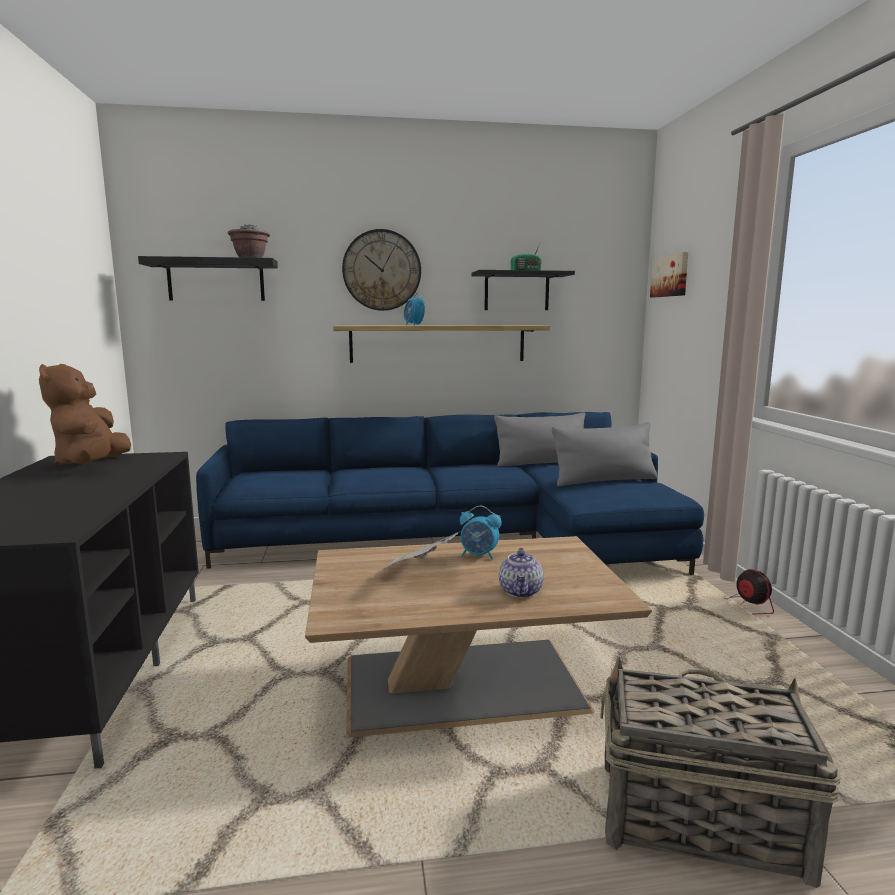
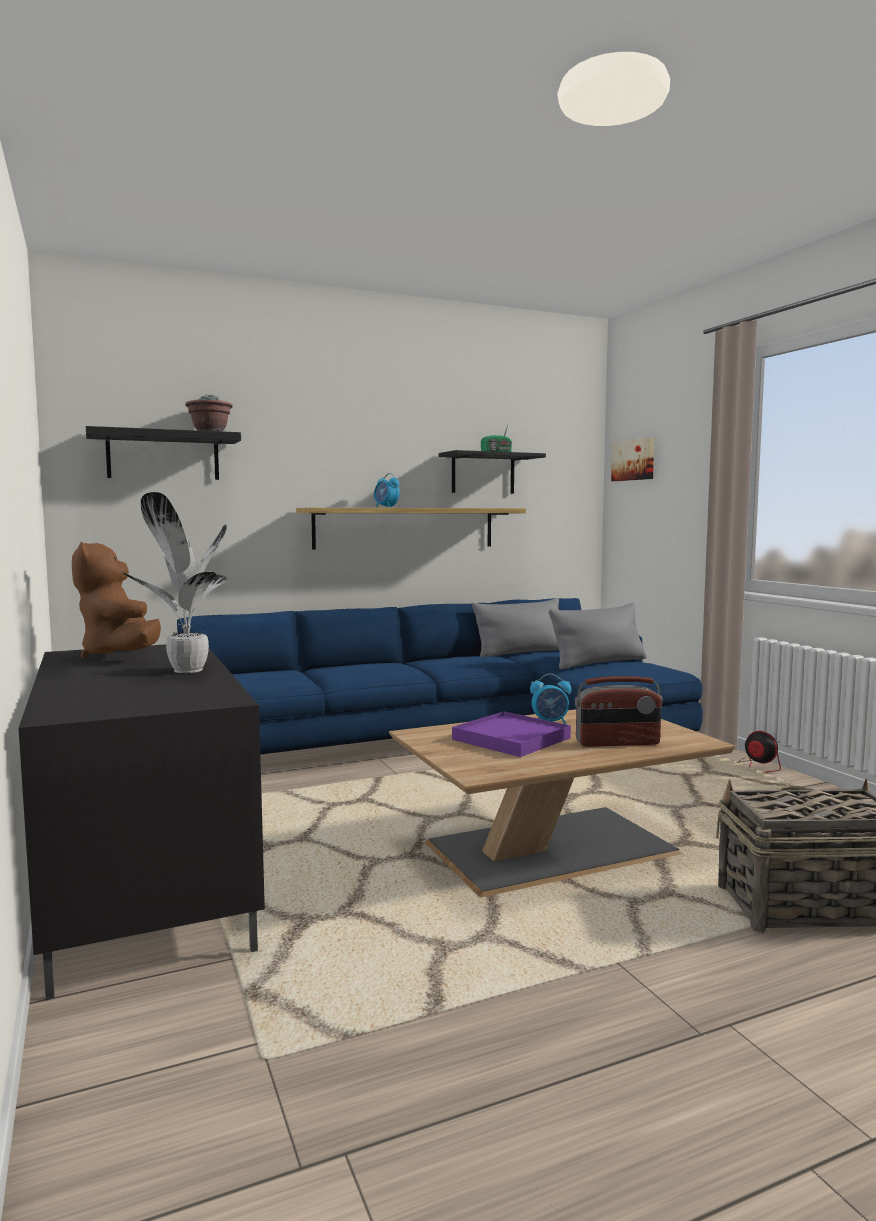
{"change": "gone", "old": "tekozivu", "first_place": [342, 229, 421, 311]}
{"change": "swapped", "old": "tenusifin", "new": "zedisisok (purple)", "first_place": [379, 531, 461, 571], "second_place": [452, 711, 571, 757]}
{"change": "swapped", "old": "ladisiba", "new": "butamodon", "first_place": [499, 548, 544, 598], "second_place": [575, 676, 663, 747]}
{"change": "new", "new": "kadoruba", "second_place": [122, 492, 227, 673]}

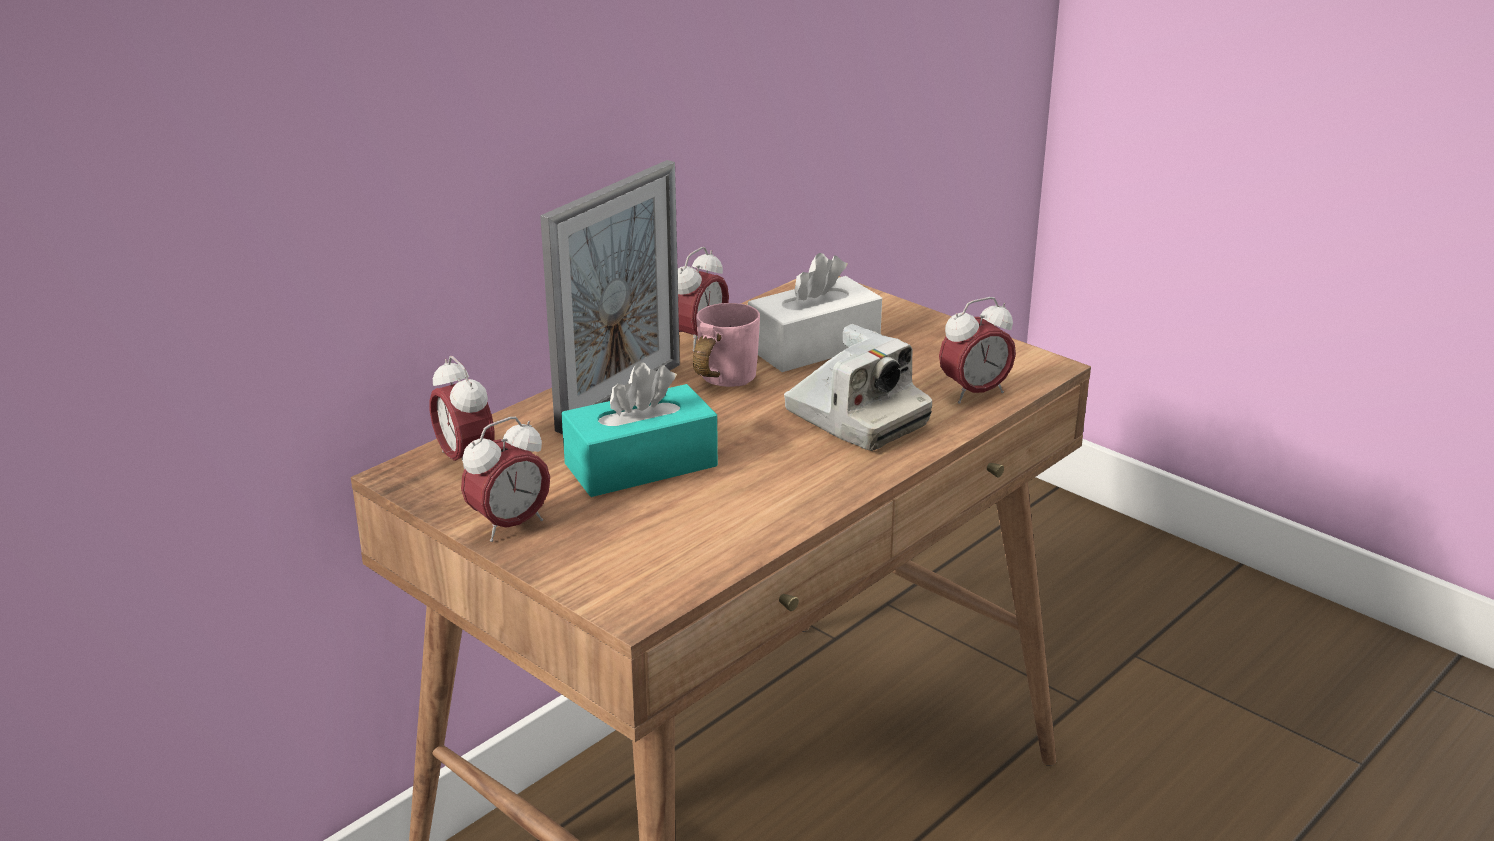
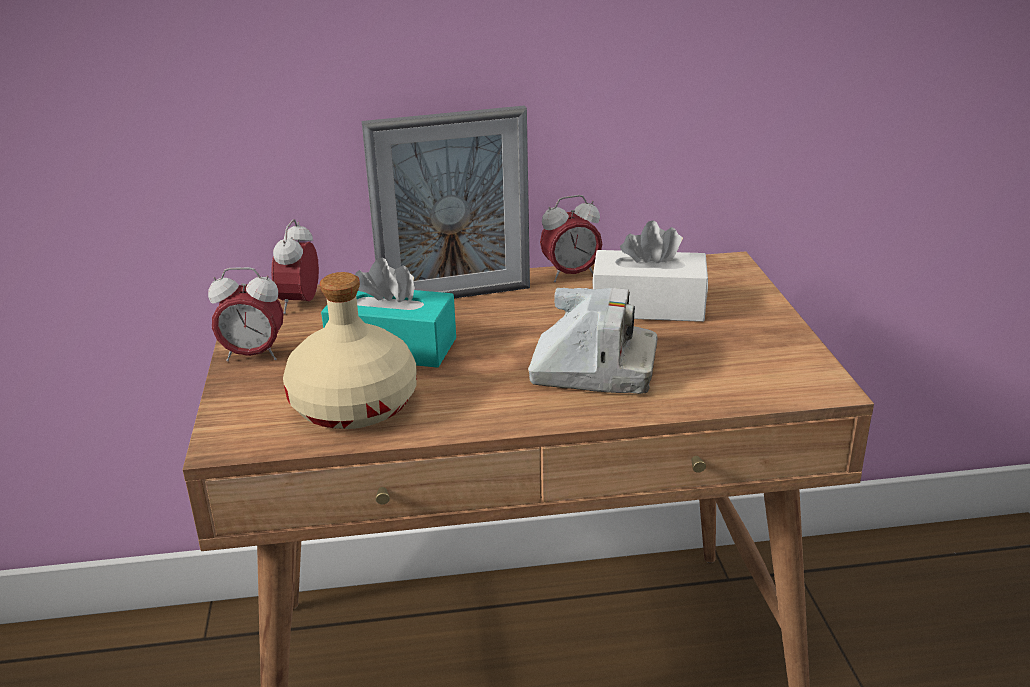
{"change": "gone", "old": "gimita", "first_place": [939, 297, 1016, 404]}
{"change": "gone", "old": "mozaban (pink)", "first_place": [693, 303, 760, 387]}
{"change": "rotated", "old": "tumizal", "first_place": [784, 324, 932, 451], "second_place": [528, 287, 658, 394], "degrees": -75}
{"change": "new", "new": "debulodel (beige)", "second_place": [283, 272, 417, 429]}

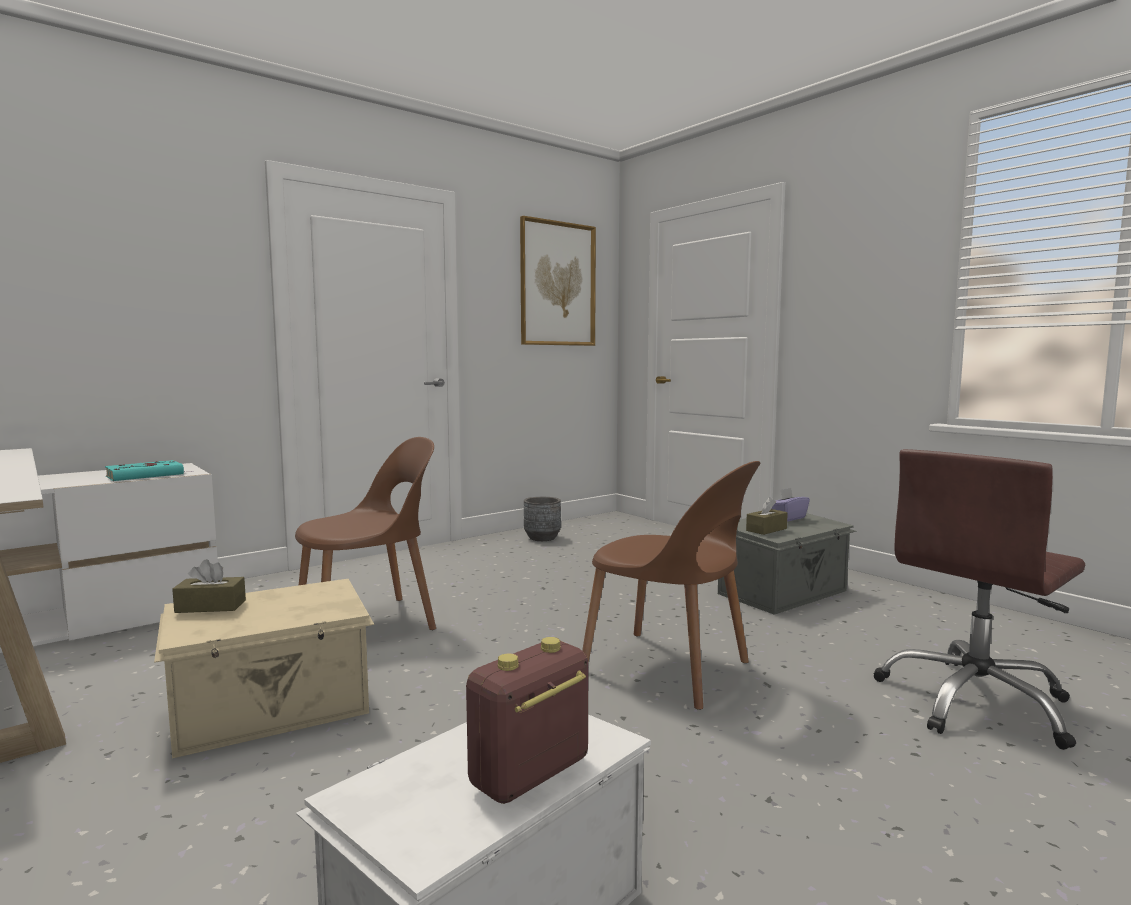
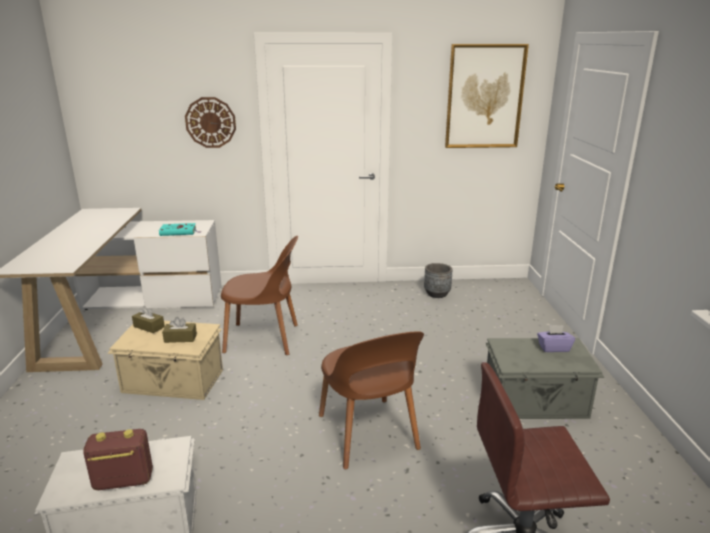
{"change": "shifted", "old": "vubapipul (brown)", "first_place": [746, 497, 788, 535], "second_place": [162, 317, 197, 343]}
{"change": "new", "new": "tekozivu", "second_place": [185, 97, 236, 148]}

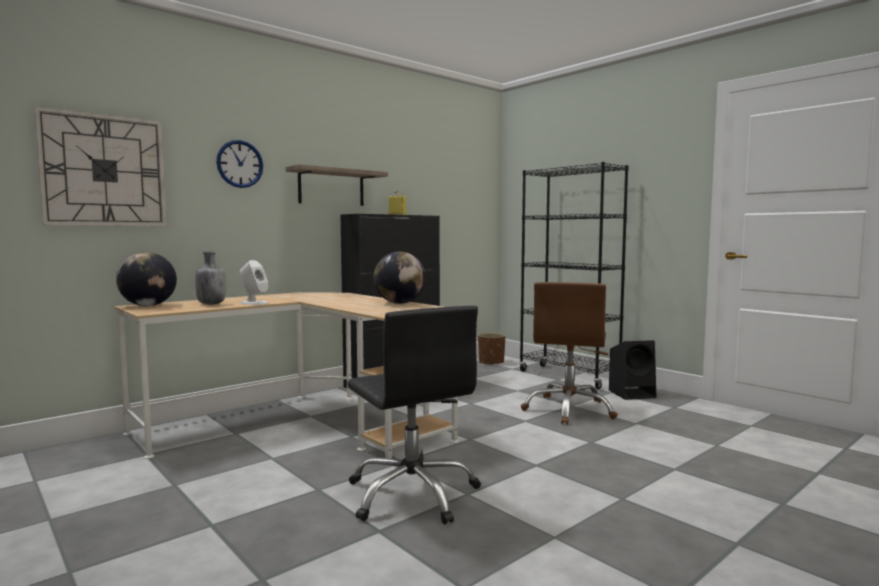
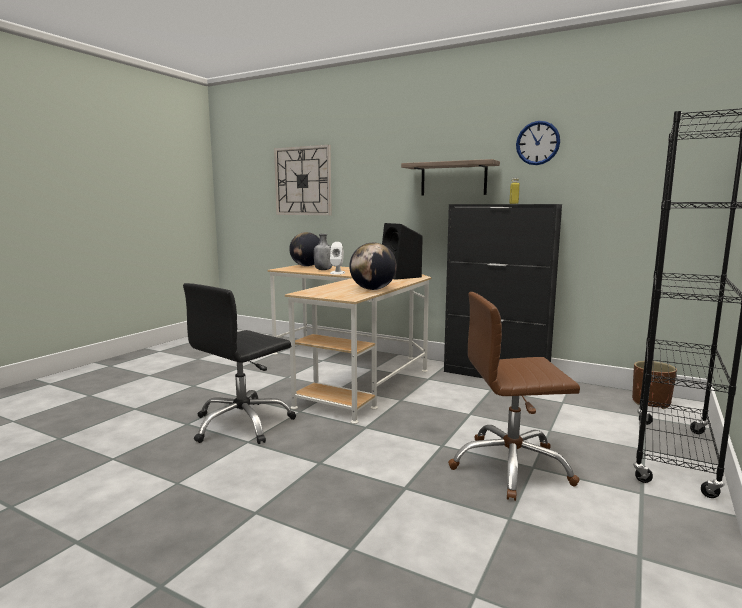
{"change": "shifted", "old": "tekozivu", "first_place": [216, 140, 263, 188], "second_place": [516, 121, 560, 165]}
{"change": "shifted", "old": "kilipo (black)", "first_place": [609, 340, 656, 400], "second_place": [382, 223, 423, 280]}

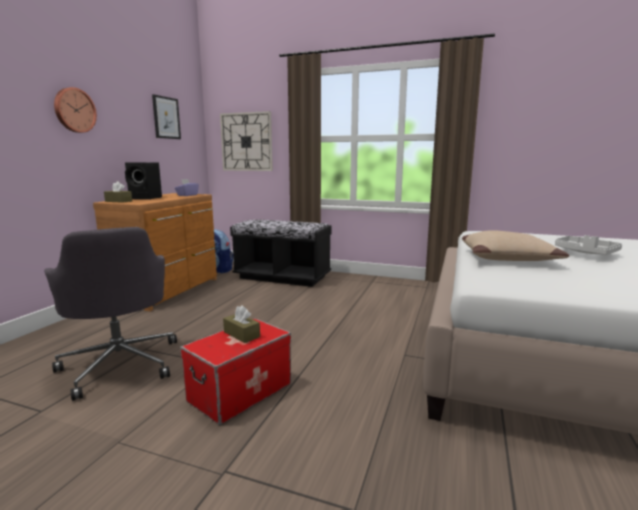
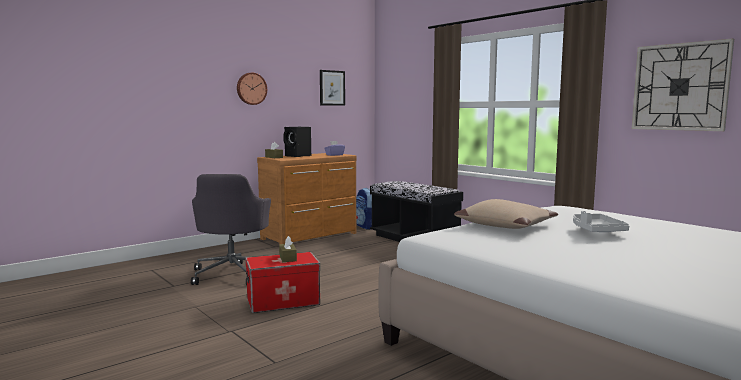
{"change": "shifted", "old": "tekozivu", "first_place": [220, 111, 273, 171], "second_place": [632, 38, 734, 131]}

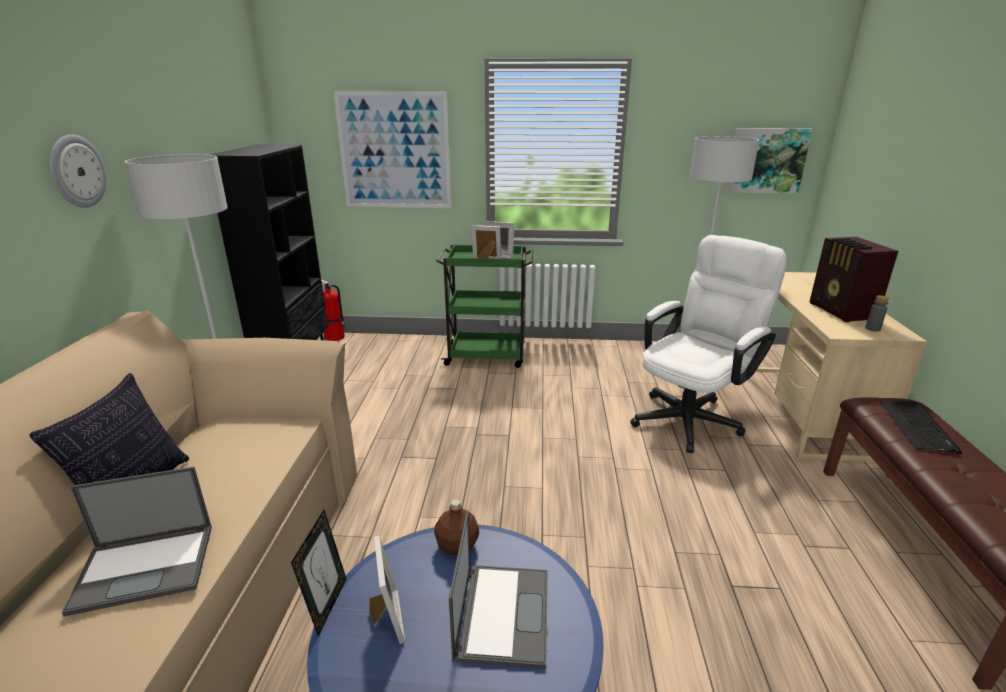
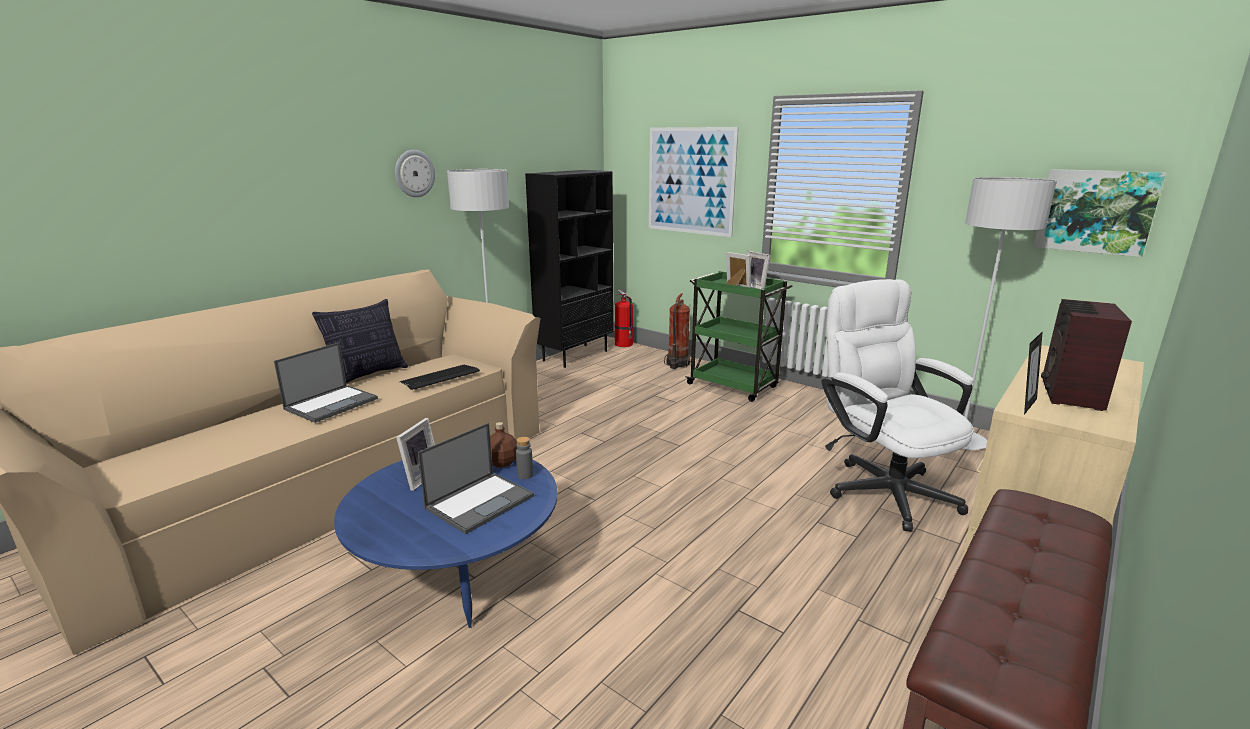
{"change": "rotated", "old": "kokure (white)", "first_place": [630, 235, 787, 453], "second_place": [822, 279, 974, 532], "degrees": -105}
{"change": "shifted", "old": "debulodel (grey)", "first_place": [865, 295, 889, 332], "second_place": [516, 437, 533, 479]}
{"change": "shifted", "old": "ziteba", "first_place": [880, 401, 962, 454], "second_place": [400, 365, 480, 390]}
{"change": "rotated", "old": "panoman", "first_place": [62, 466, 212, 617], "second_place": [274, 342, 378, 423], "degrees": -75}
{"change": "shifted", "old": "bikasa", "first_place": [291, 510, 346, 636], "second_place": [1024, 331, 1043, 415]}
{"change": "new", "new": "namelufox", "second_place": [664, 293, 691, 369]}

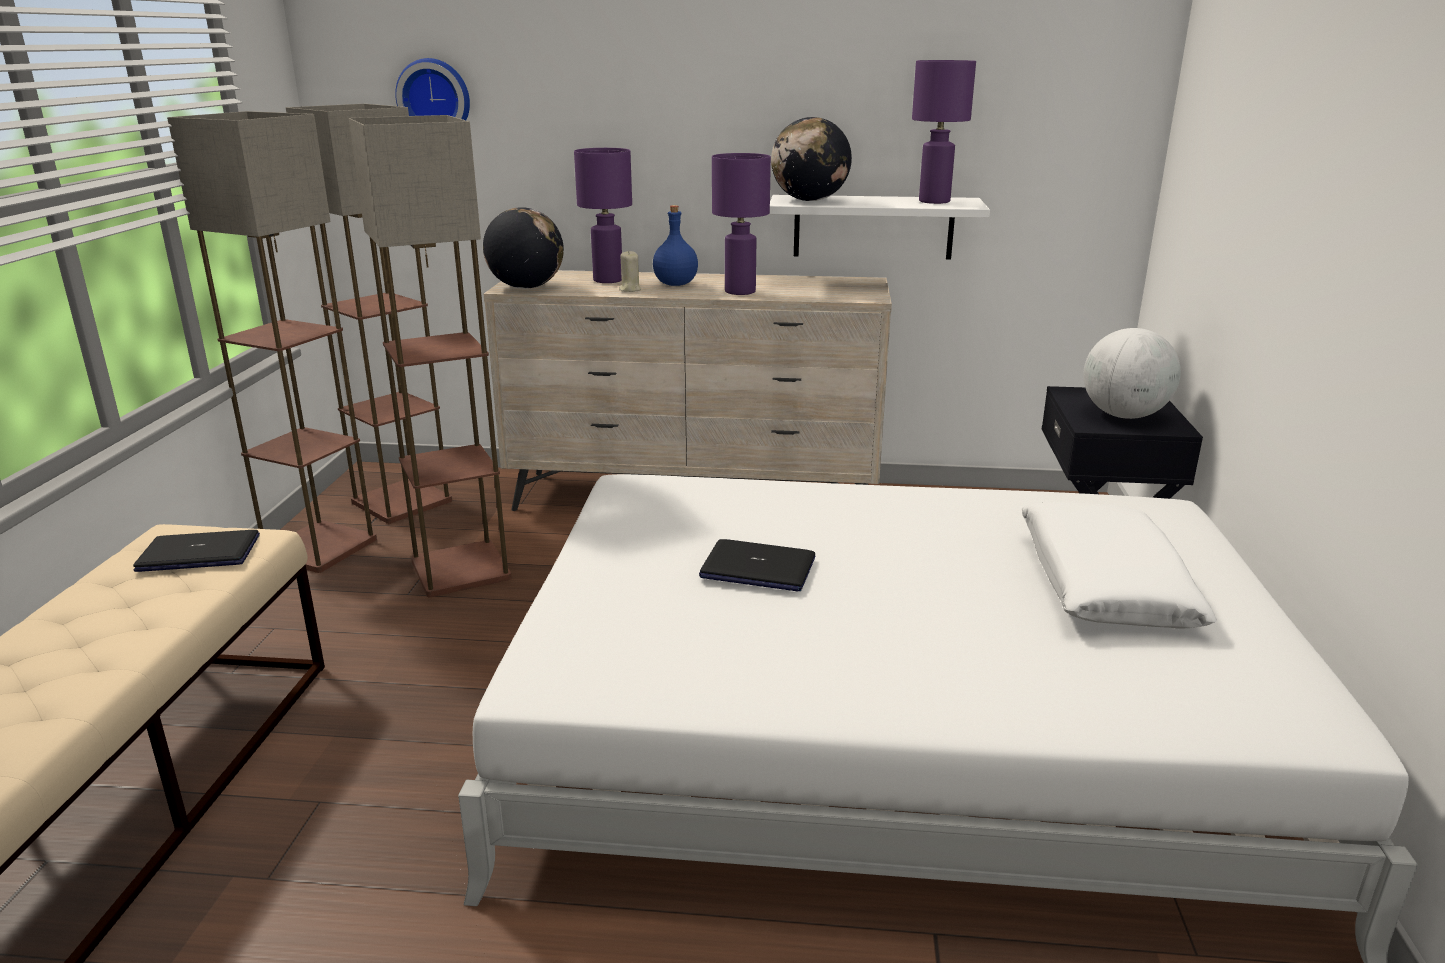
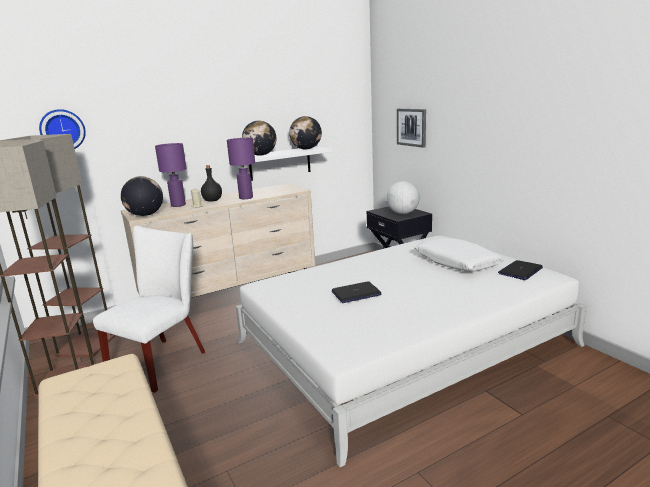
{"change": "swapped", "old": "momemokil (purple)", "new": "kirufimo", "first_place": [912, 60, 976, 204], "second_place": [289, 116, 322, 150]}
{"change": "swapped", "old": "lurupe", "new": "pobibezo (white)", "first_place": [349, 115, 512, 597], "second_place": [93, 226, 206, 393]}
{"change": "repainted", "old": "debulodel (blue)", "new": "debulodel (black)", "first_place": [653, 205, 698, 286], "second_place": [201, 165, 222, 202]}
{"change": "shifted", "old": "panoman", "first_place": [133, 530, 260, 572], "second_place": [498, 260, 543, 280]}
{"change": "new", "new": "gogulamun", "second_place": [397, 109, 426, 148]}

